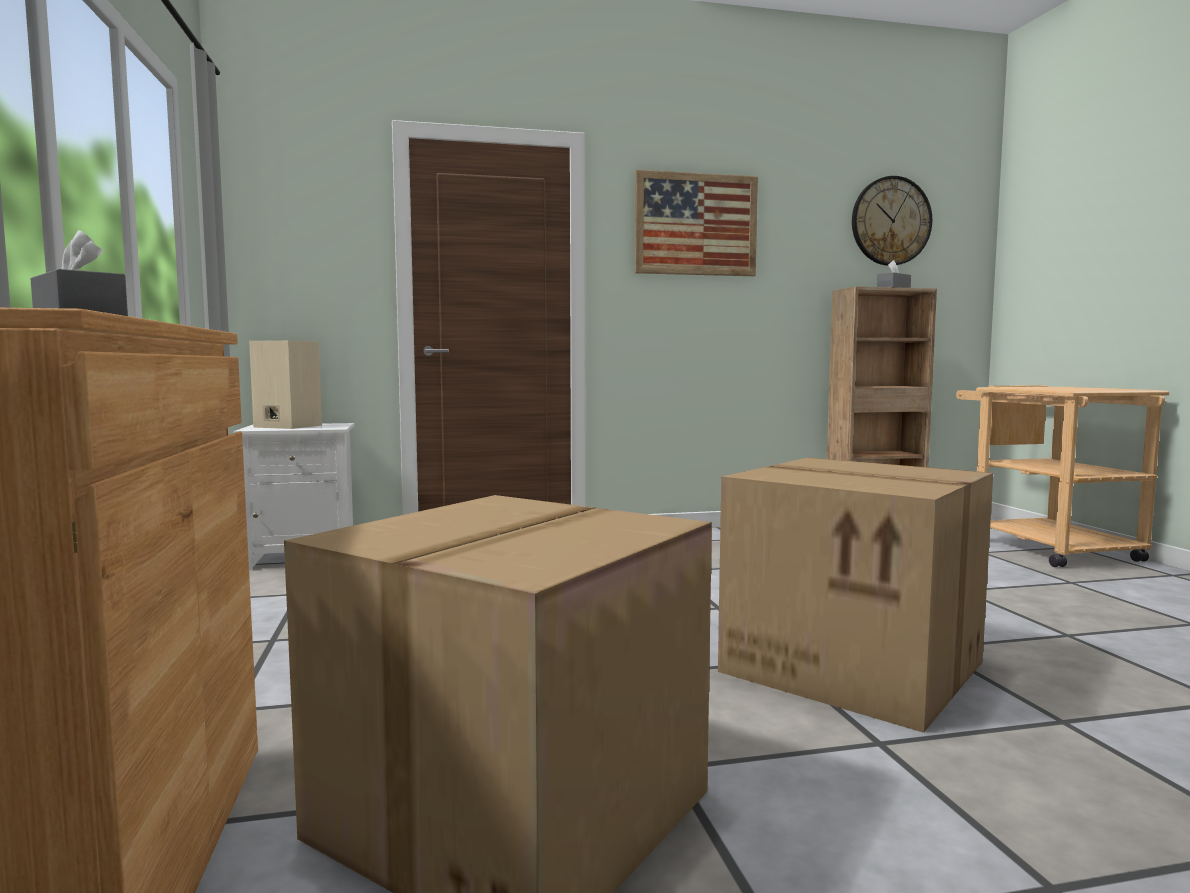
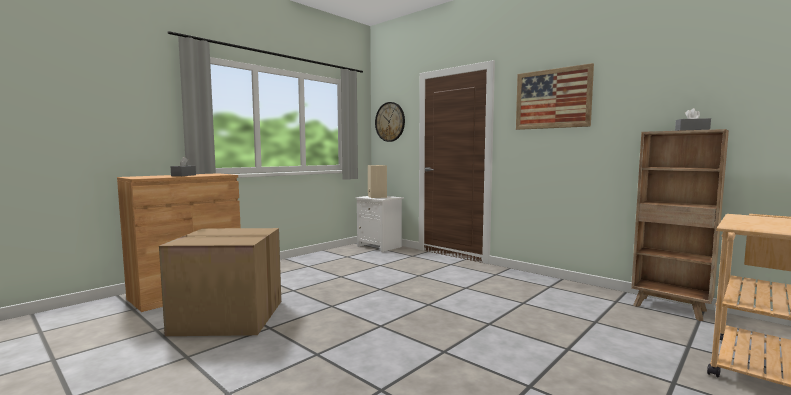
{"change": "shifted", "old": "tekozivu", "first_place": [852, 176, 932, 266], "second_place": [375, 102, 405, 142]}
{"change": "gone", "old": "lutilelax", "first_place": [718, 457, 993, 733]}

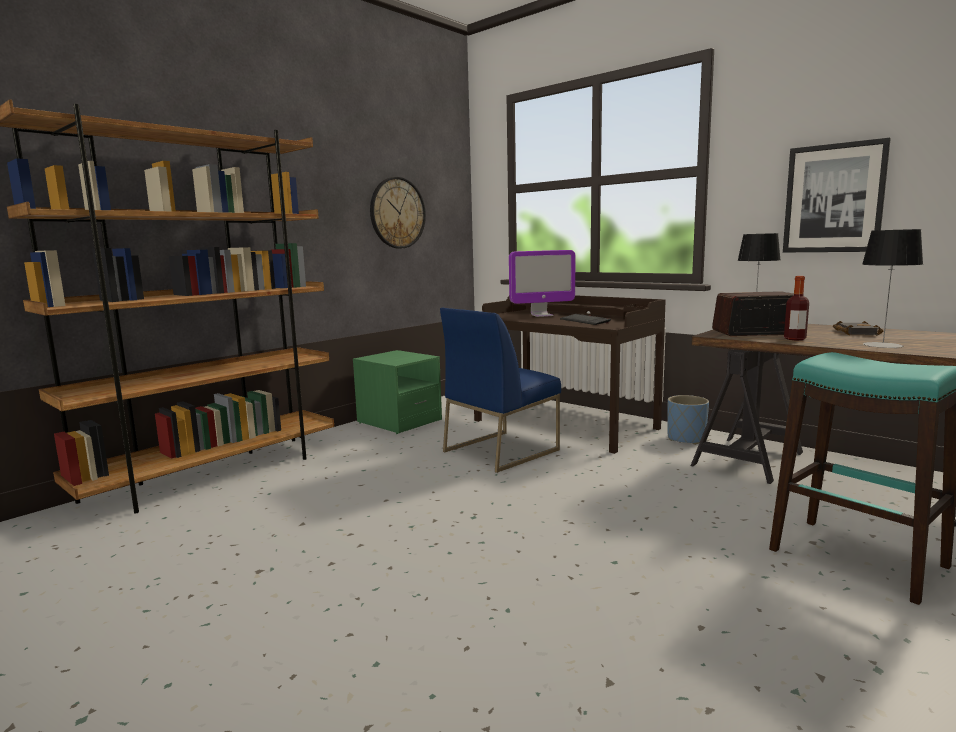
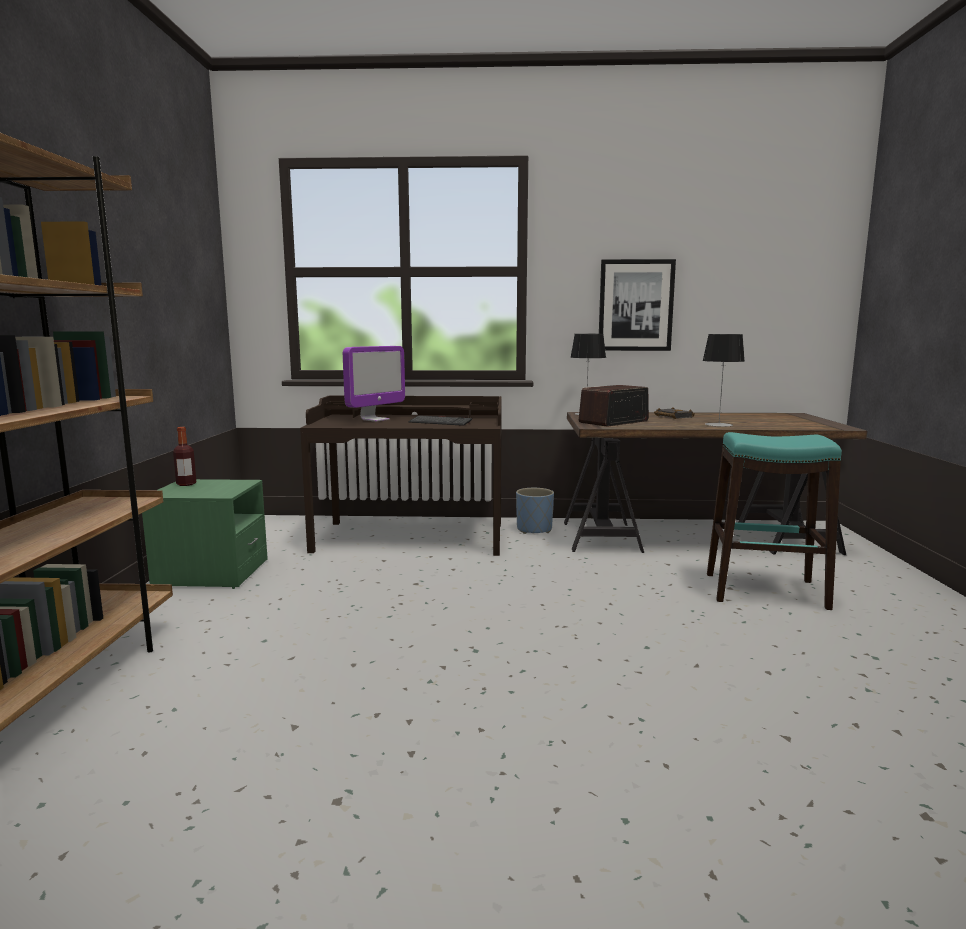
{"change": "gone", "old": "tekozivu", "first_place": [370, 177, 426, 249]}
{"change": "shifted", "old": "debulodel", "first_place": [784, 276, 809, 340], "second_place": [173, 427, 196, 486]}
{"change": "gone", "old": "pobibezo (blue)", "first_place": [440, 308, 561, 473]}

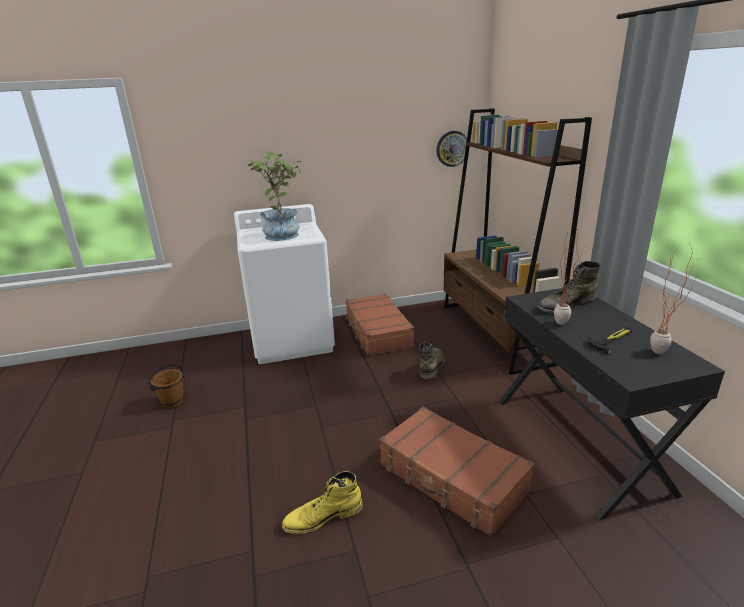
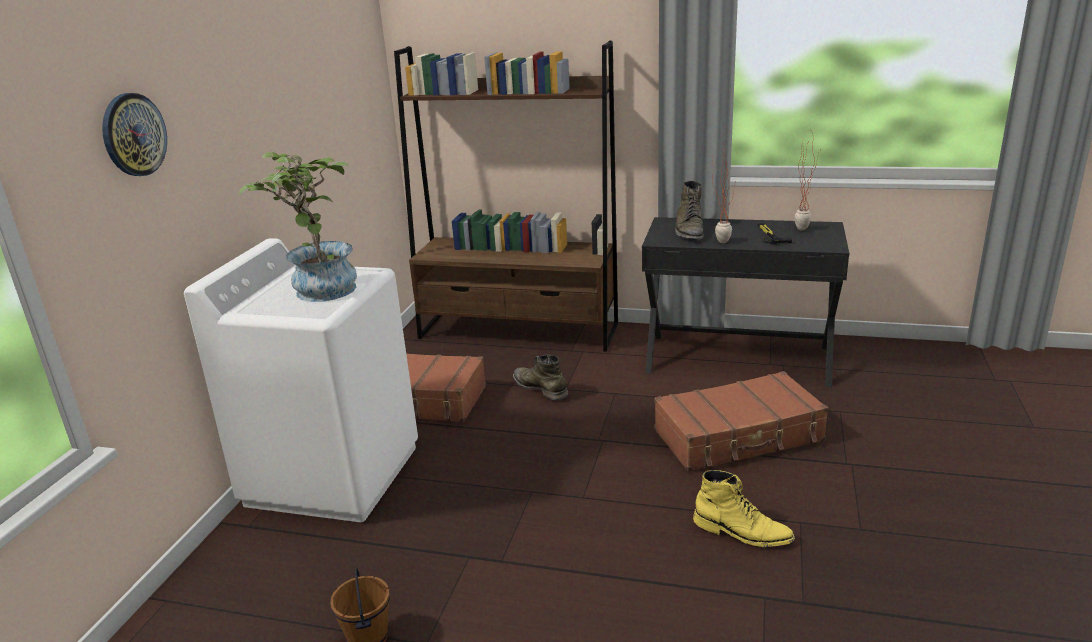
{"change": "shifted", "old": "tekozivu", "first_place": [436, 131, 467, 167], "second_place": [102, 93, 167, 176]}
{"change": "rotated", "old": "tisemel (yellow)", "first_place": [282, 471, 362, 534], "second_place": [693, 470, 795, 547], "degrees": -75}

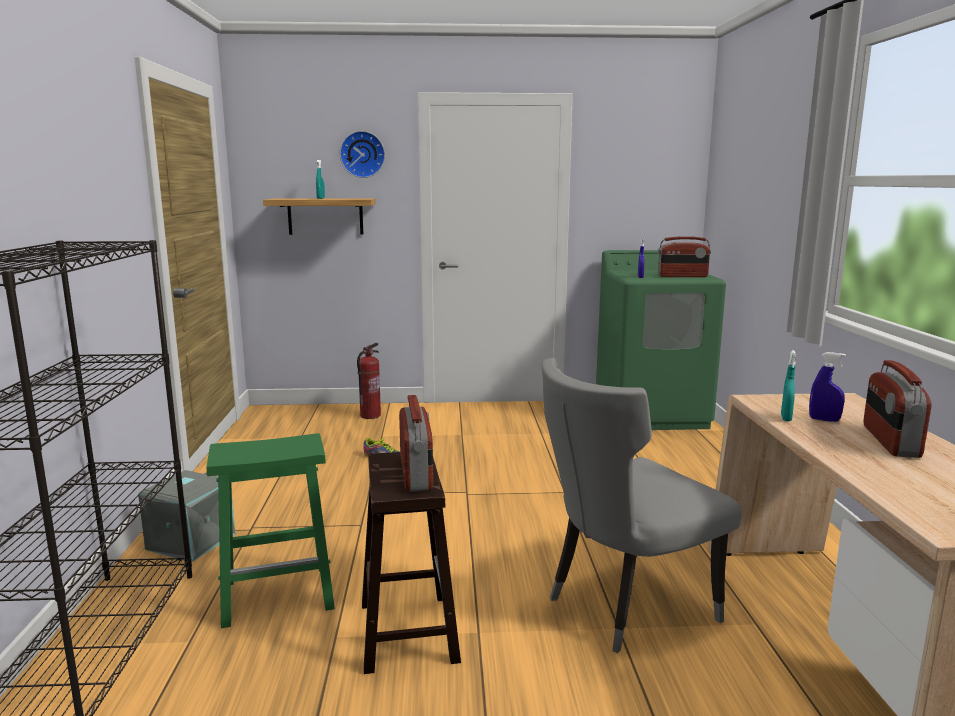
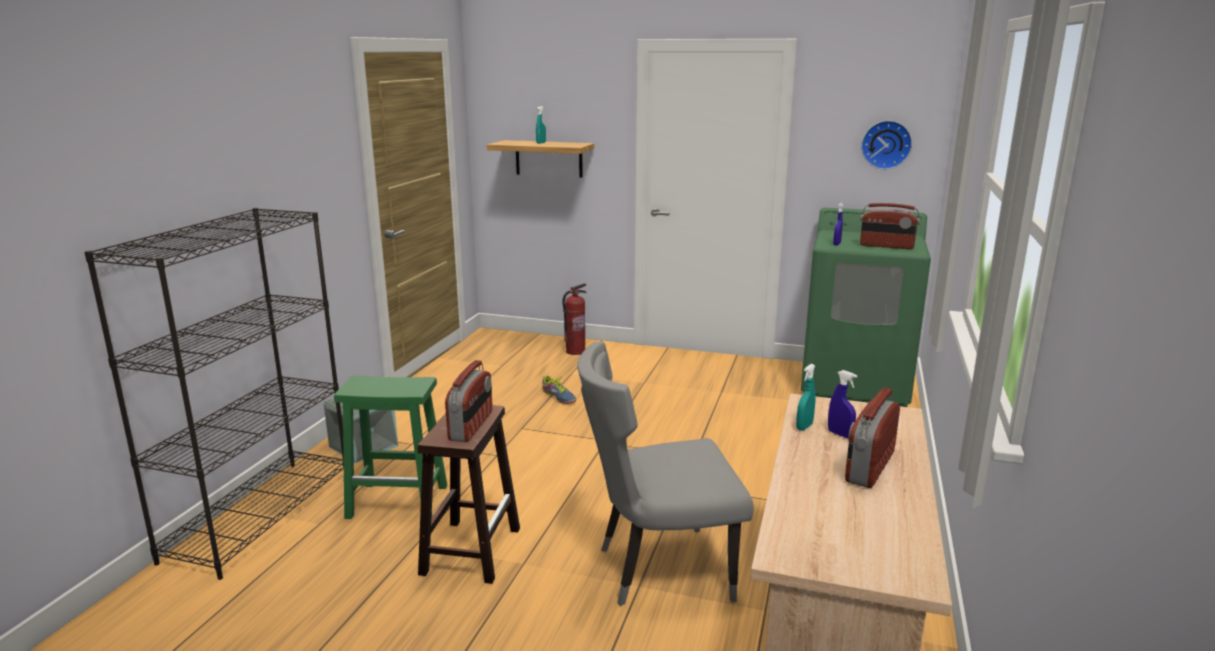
{"change": "shifted", "old": "tekozivu", "first_place": [340, 131, 385, 178], "second_place": [861, 120, 912, 170]}

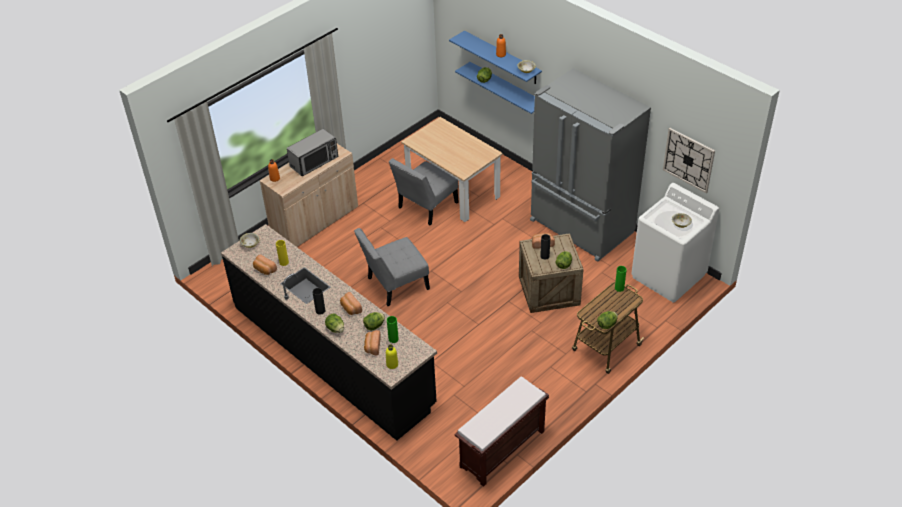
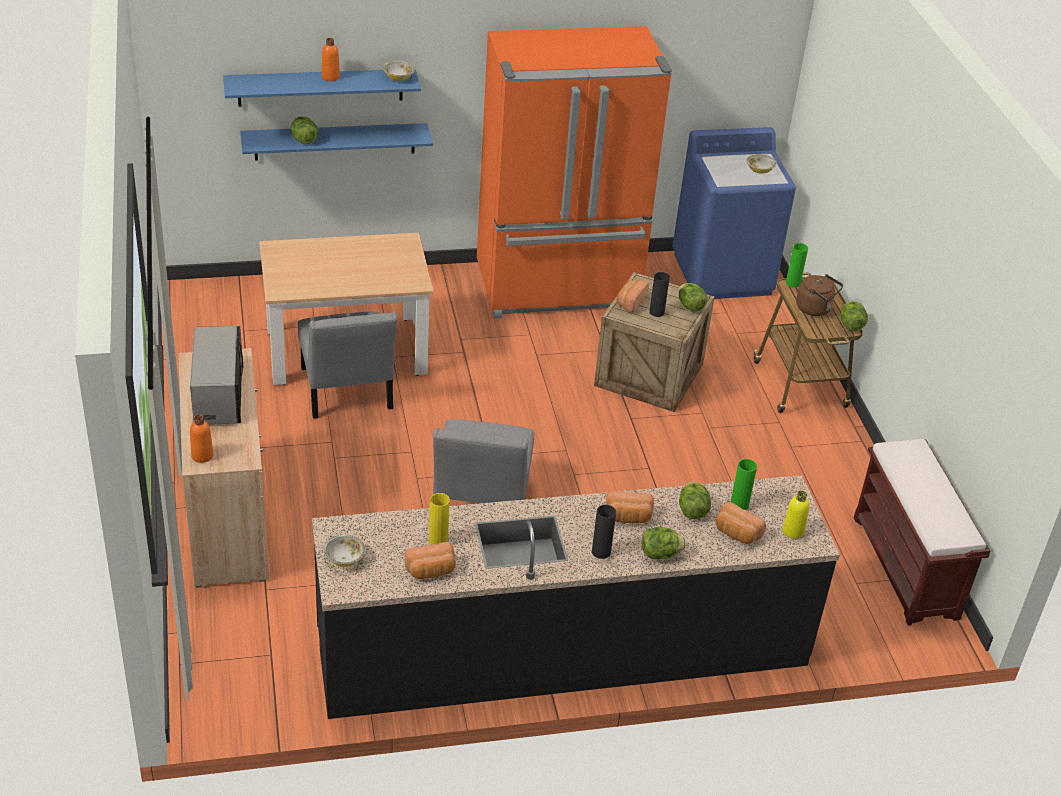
{"change": "repainted", "old": "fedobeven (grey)", "new": "fedobeven (orange)", "first_place": [530, 68, 651, 262], "second_place": [477, 26, 672, 318]}
{"change": "gone", "old": "tekozivu", "first_place": [663, 128, 715, 193]}
{"change": "repainted", "old": "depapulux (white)", "new": "depapulux (blue)", "first_place": [631, 183, 719, 303], "second_place": [672, 127, 796, 299]}
{"change": "new", "new": "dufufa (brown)", "second_place": [796, 274, 843, 316]}

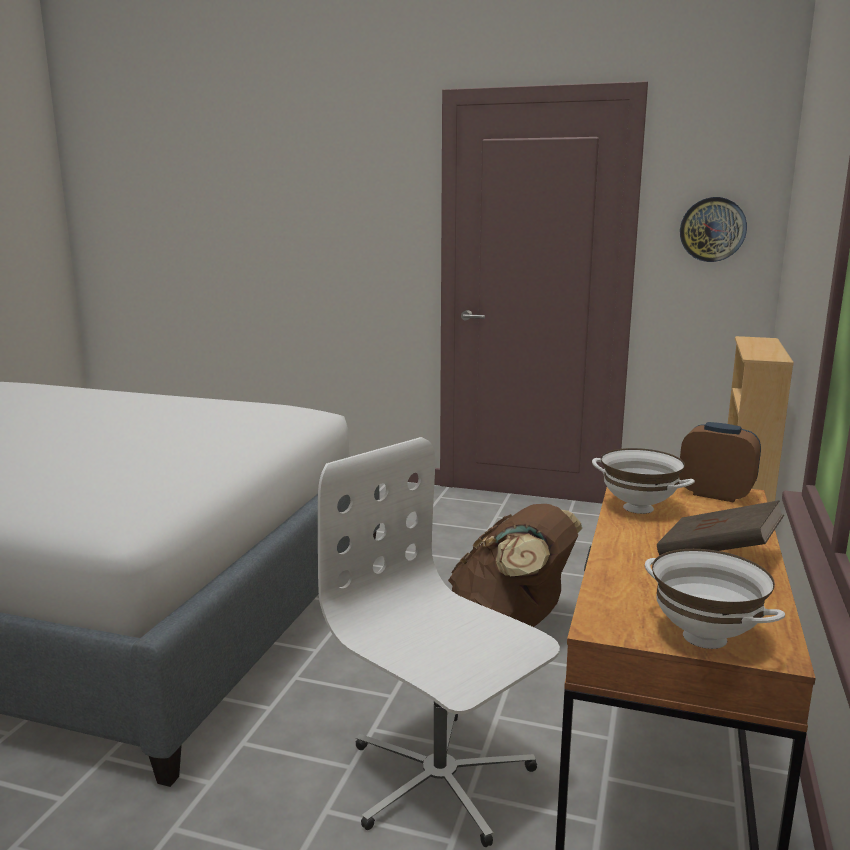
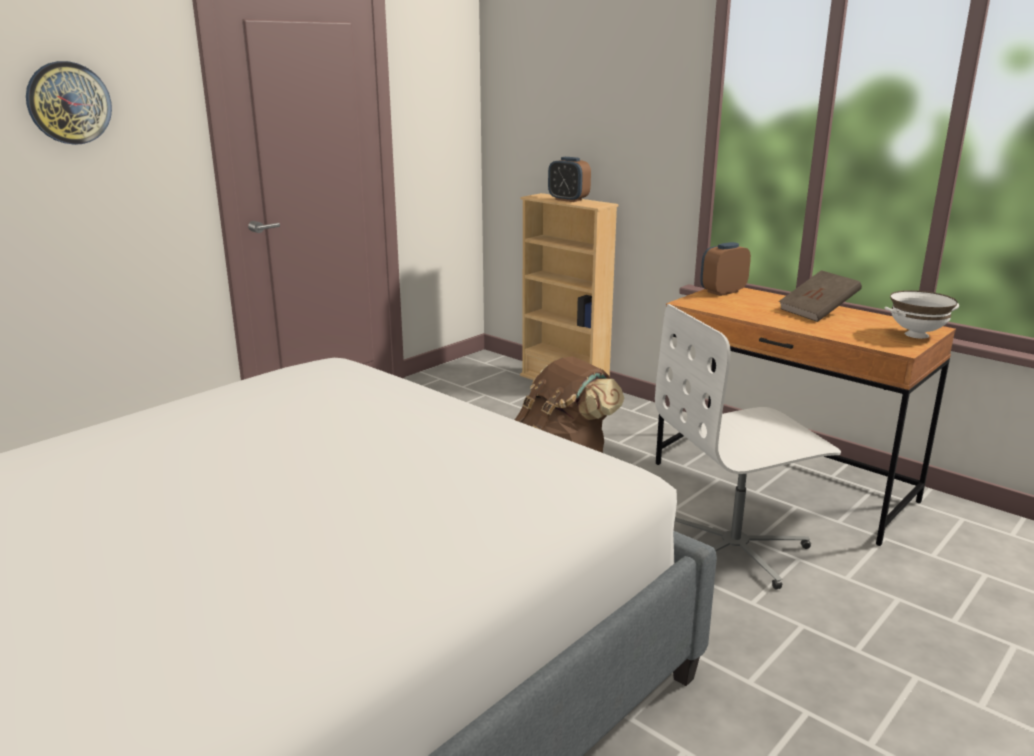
{"change": "shifted", "old": "tekozivu", "first_place": [680, 197, 747, 262], "second_place": [26, 61, 112, 145]}
{"change": "gone", "old": "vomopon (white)", "first_place": [592, 448, 695, 514]}
{"change": "new", "new": "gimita", "second_place": [548, 157, 591, 202]}

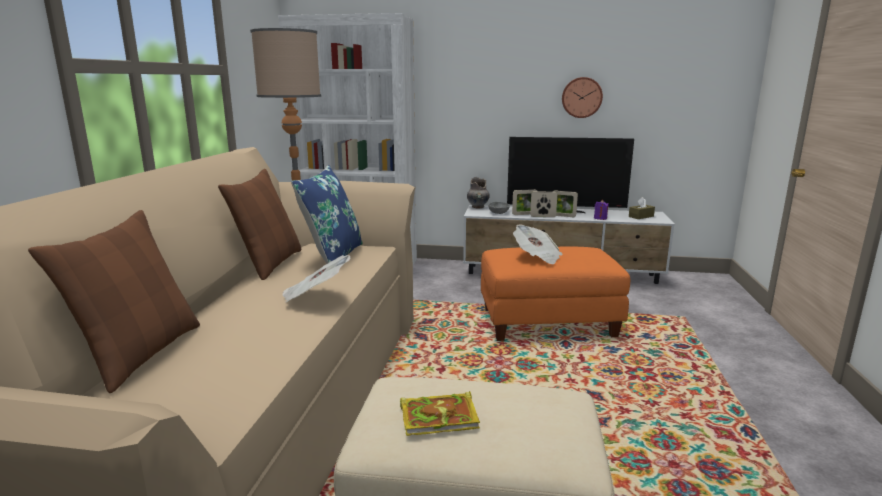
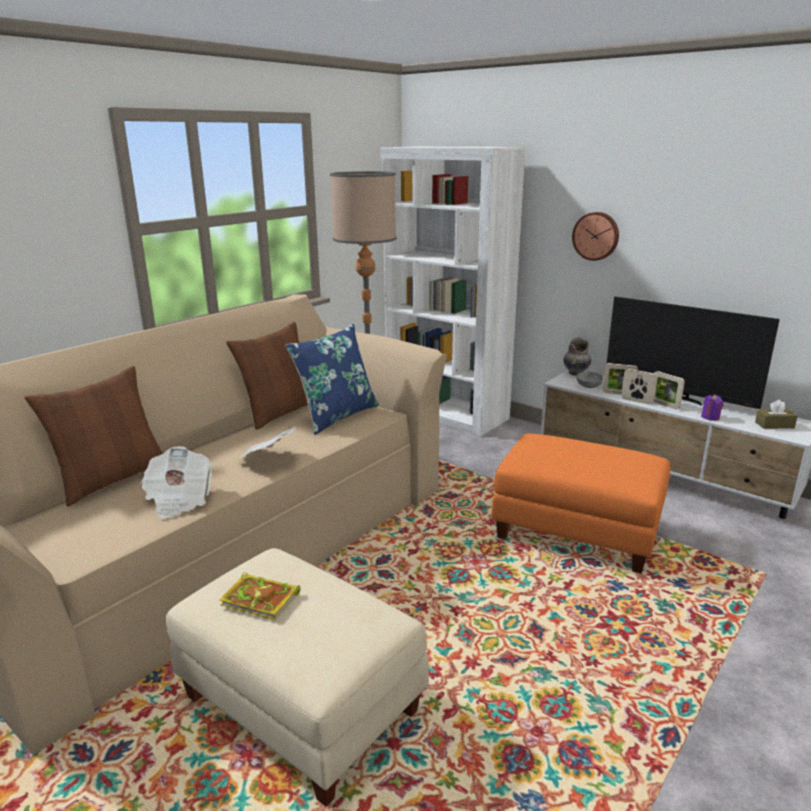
{"change": "shifted", "old": "tekozivu", "first_place": [562, 77, 603, 118], "second_place": [572, 212, 619, 261]}
{"change": "shifted", "old": "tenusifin", "first_place": [513, 224, 562, 264], "second_place": [141, 446, 213, 519]}

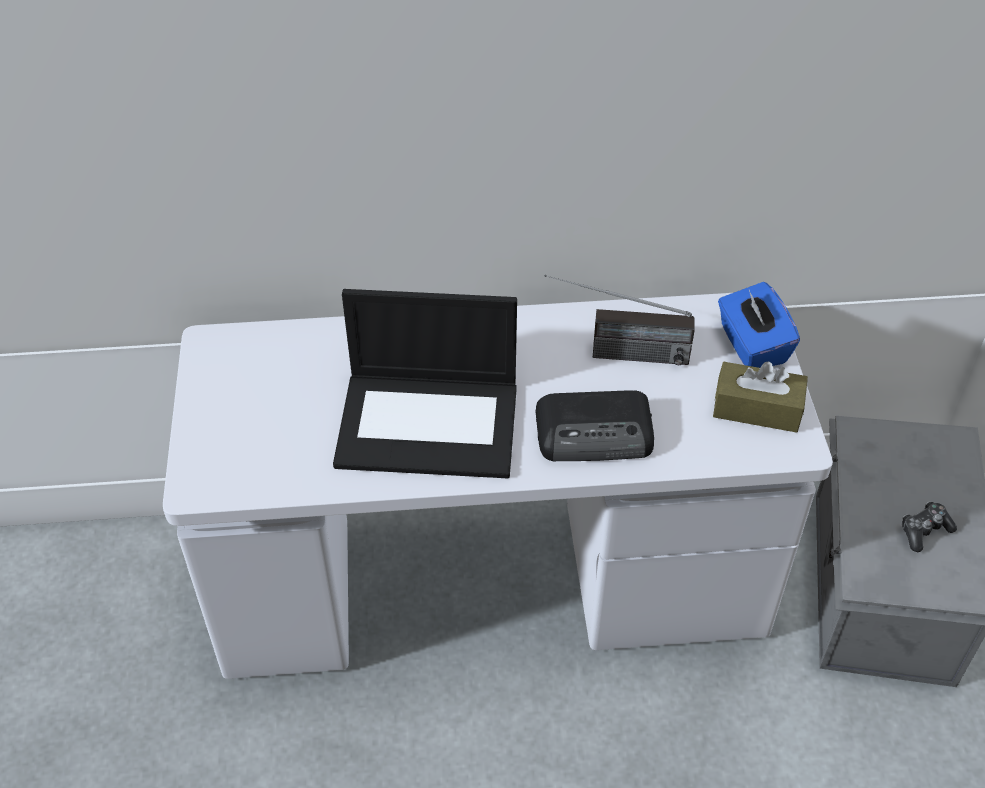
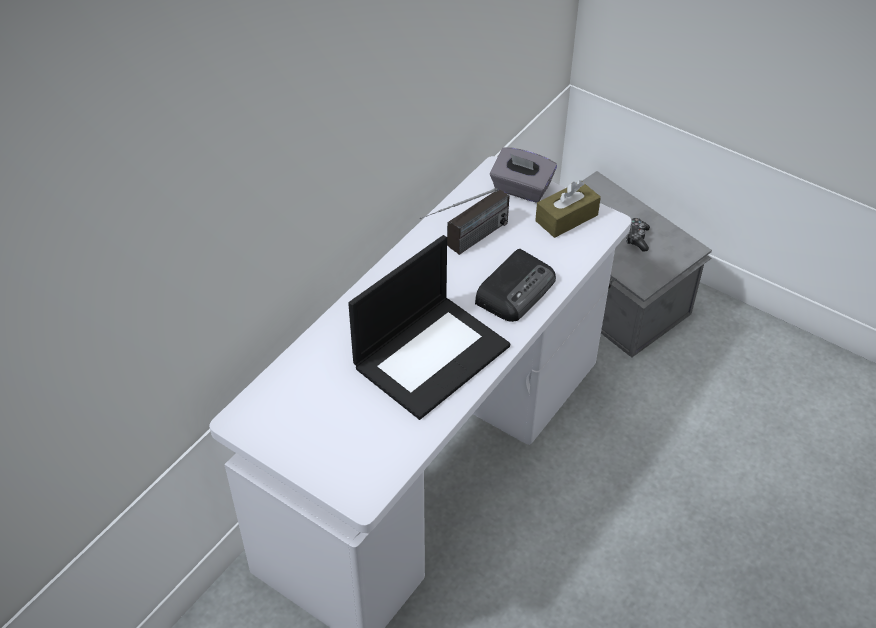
{"change": "repainted", "old": "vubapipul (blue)", "new": "vubapipul (grey)", "first_place": [718, 282, 800, 368], "second_place": [490, 148, 557, 203]}

